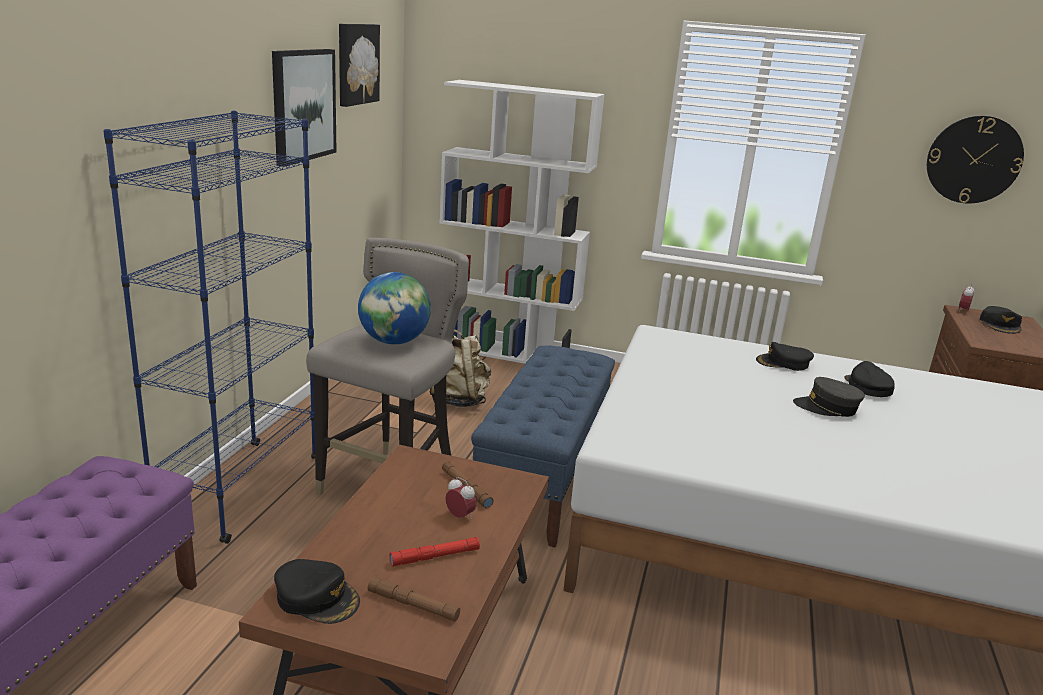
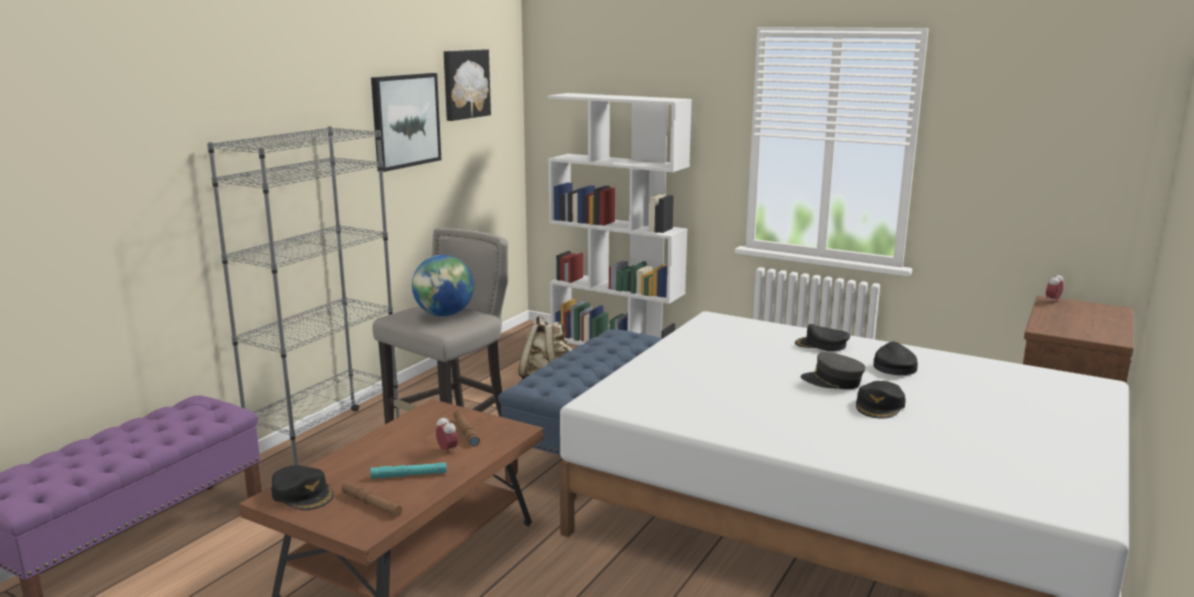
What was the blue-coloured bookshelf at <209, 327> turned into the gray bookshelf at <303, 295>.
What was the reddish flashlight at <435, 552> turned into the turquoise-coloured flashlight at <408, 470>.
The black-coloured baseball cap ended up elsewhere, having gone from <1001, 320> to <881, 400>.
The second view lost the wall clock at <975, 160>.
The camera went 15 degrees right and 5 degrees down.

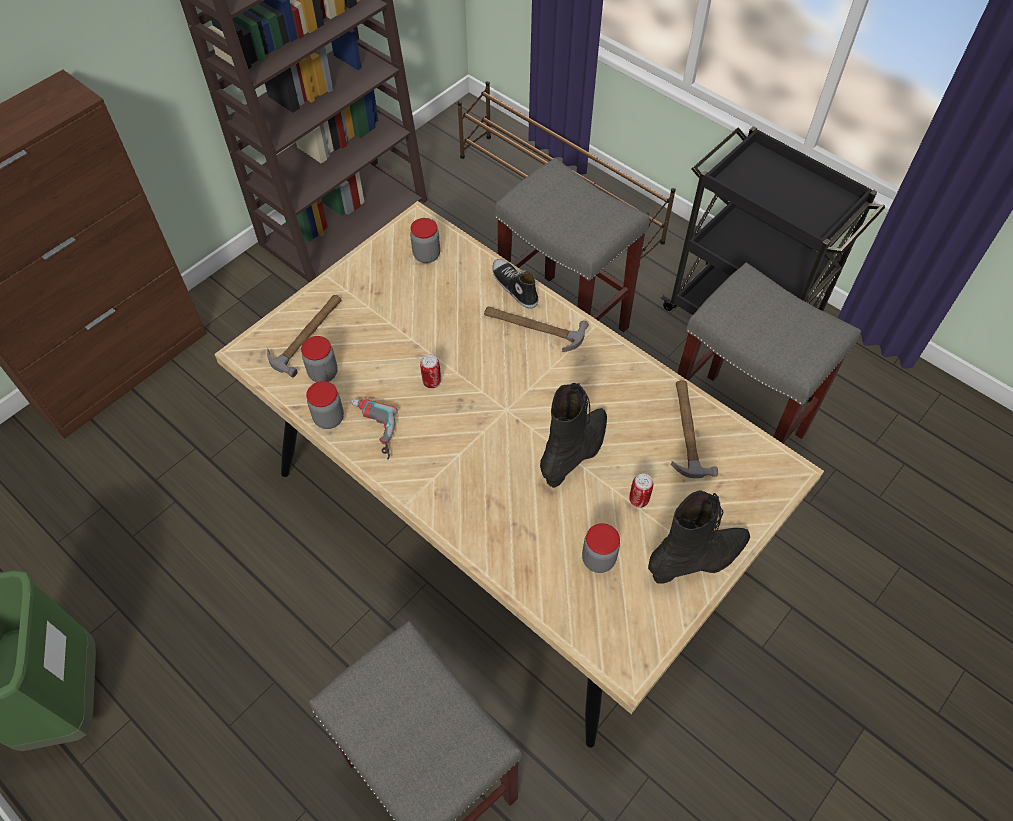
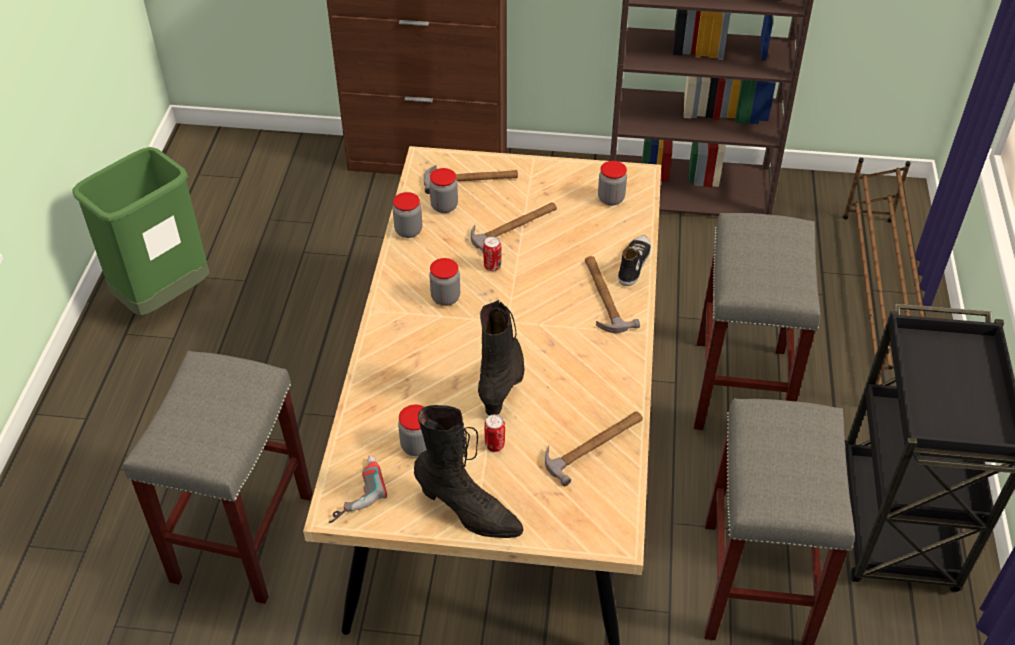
The drill ended up elsewhere, having gone from <373, 429> to <358, 489>.
The second view gained the preserve jar at <444, 282>.
The second view gained the tool hammer at <514, 227>.
The black-coloured tall boot at <573, 435> ended up facing another way, 75 degrees counterclockwise from before.
The camera went 55 degrees right and 10 degrees down.

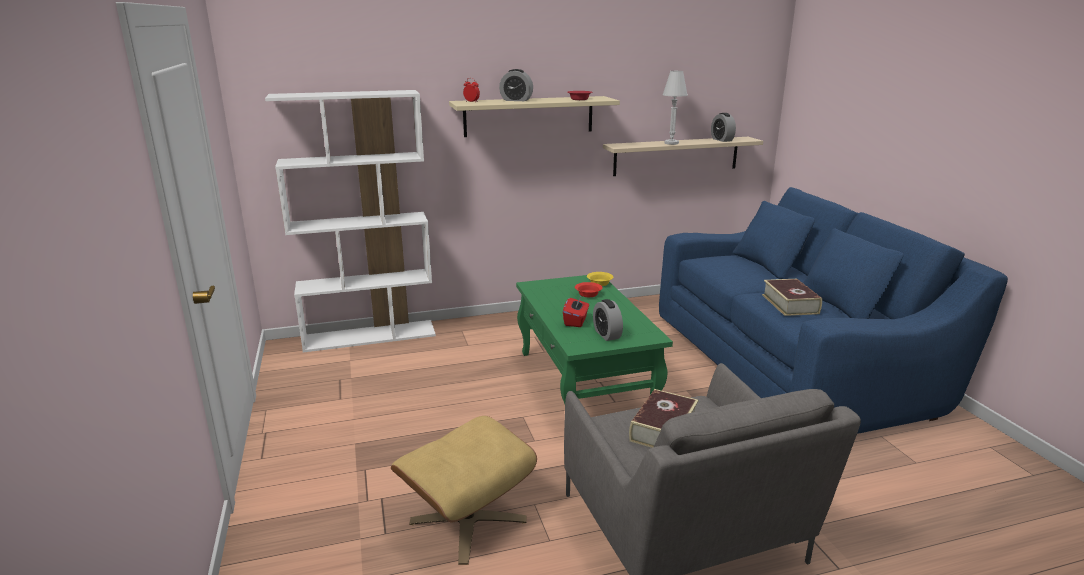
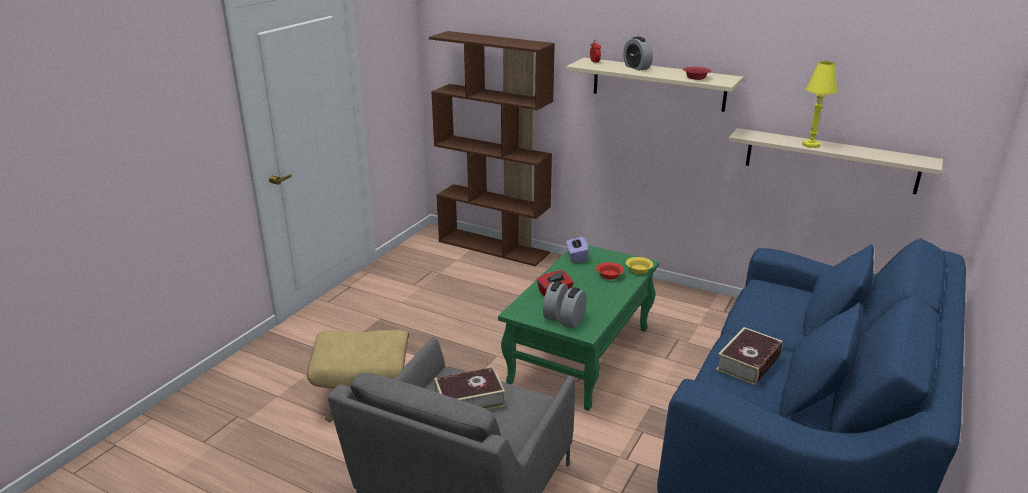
What was the white-coloured bookshelf at <350, 221> turned into the brown bookshelf at <492, 148>.
The alarm clock ended up elsewhere, having gone from <723, 127> to <573, 308>.
The second view gained the purple tissue holder at <577, 249>.
What was the white-coloured lamp for a table at <675, 108> turned into the yellow-coloured lamp for a table at <819, 104>.
The camera went 45 degrees right and 5 degrees up.

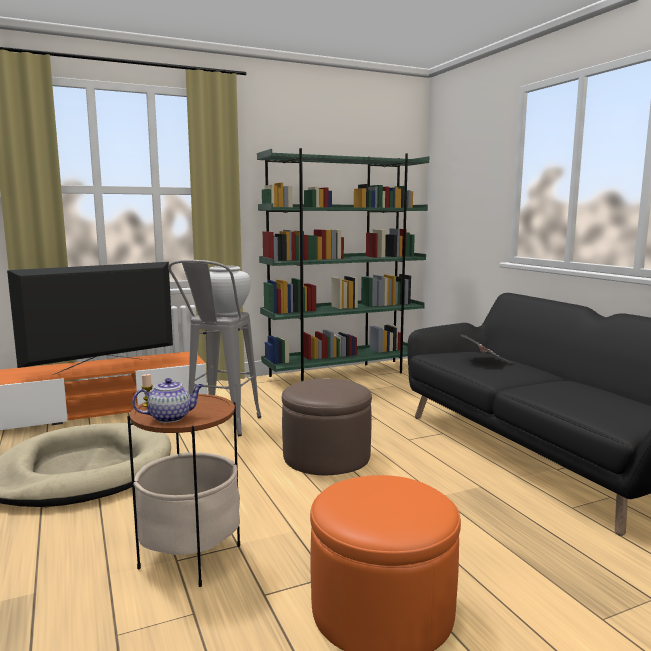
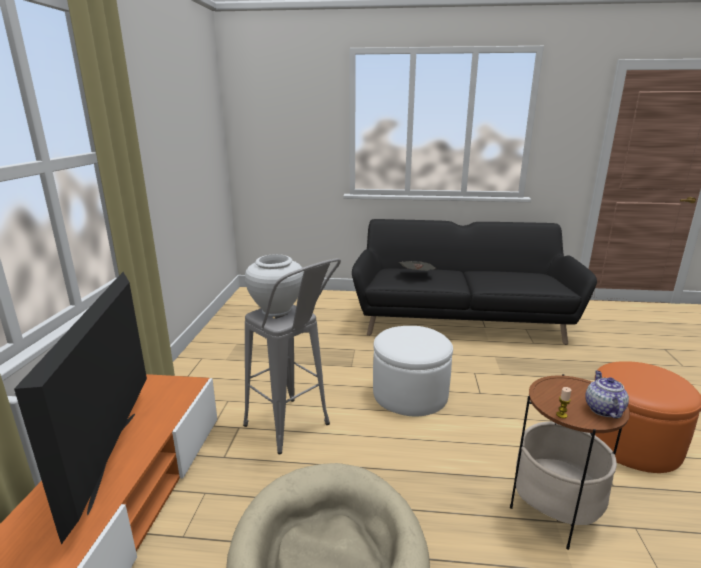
What was the brown pouffe at <327, 426> turned into the white-coloured pouffe at <413, 371>.
The second view lost the green-coloured bookshelf at <343, 264>.
The camera went 60 degrees left and 10 degrees up.

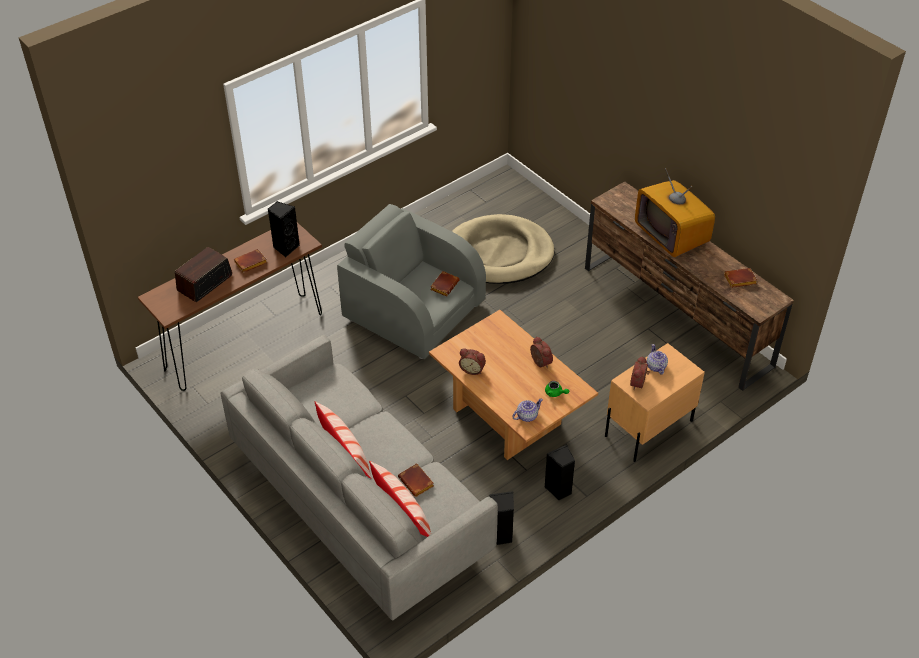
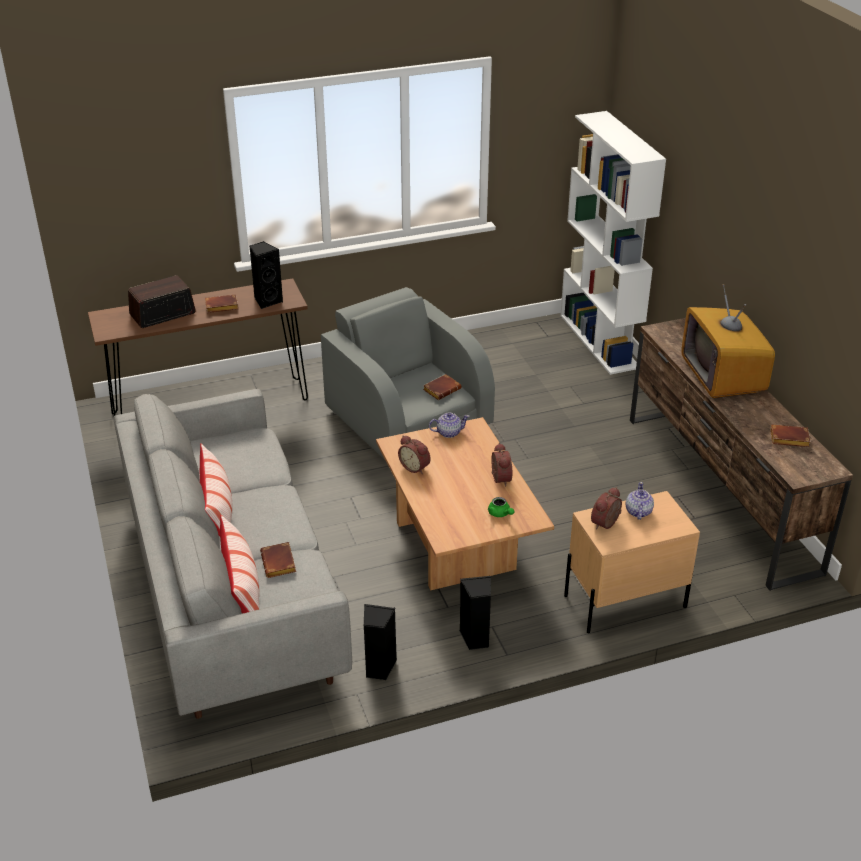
The tea pot ended up elsewhere, having gone from <527, 410> to <449, 425>.
The second view gained the white-coloured bookshelf at <613, 243>.
The second view lost the beige-coloured dog bed at <503, 249>.
The camera went 20 degrees right and 10 degrees down.

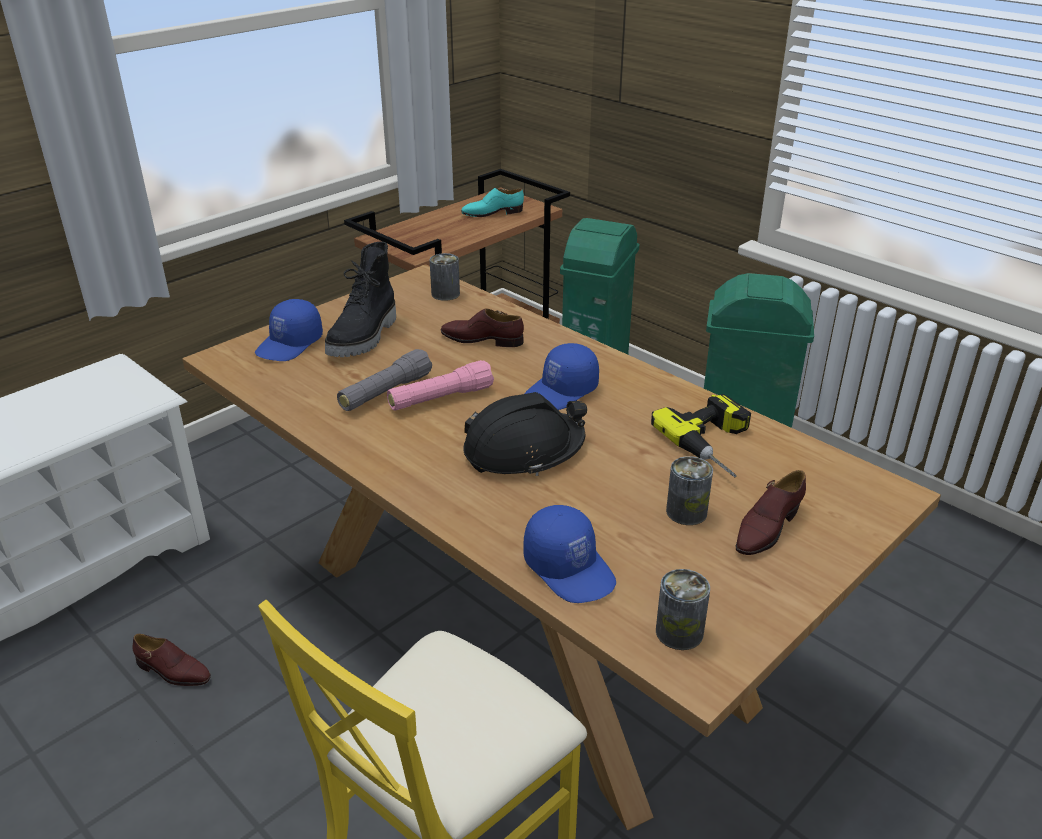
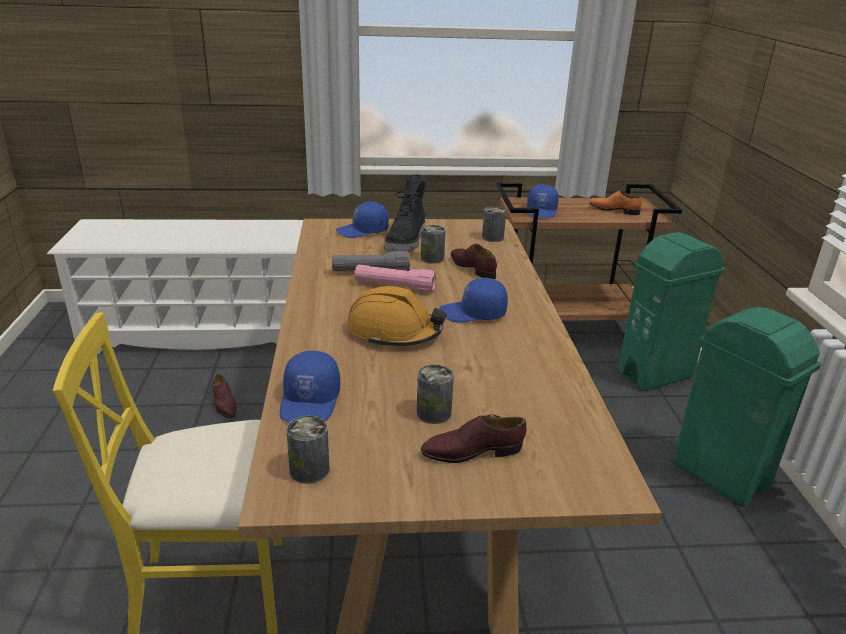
What was the black-coloured work helmet at <525, 434> turned into the orange-coloured work helmet at <397, 316>.
The black-coloured tall boot at <360, 299> ended up facing another way, 45 degrees counterclockwise from before.
The second view gained the sealed can at <433, 244>.
The second view gained the blue-coloured baseball cap at <543, 201>.
What was the turquoise-coloured shoe at <492, 202> turned into the orange-coloured shoe at <616, 203>.
The second view lost the drill at <701, 435>.
The camera went 40 degrees right and 5 degrees down.

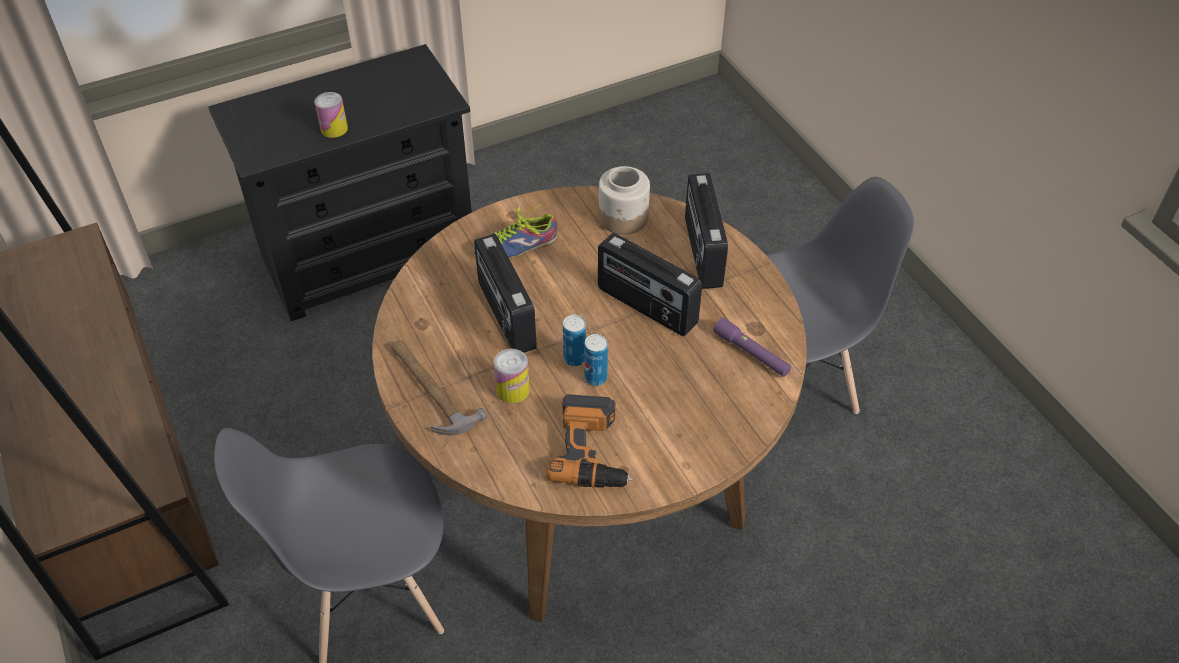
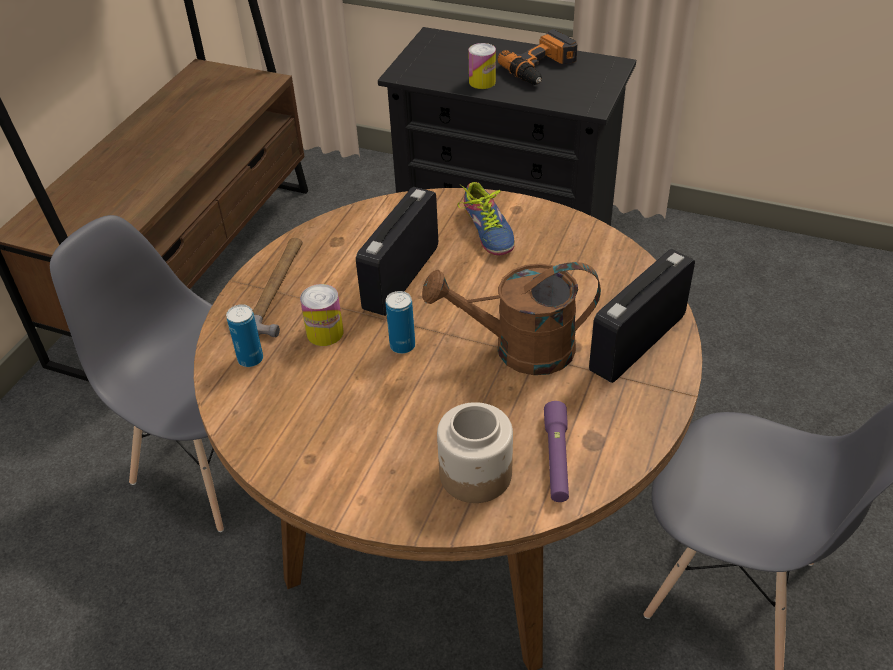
The sealed can ended up elsewhere, having gone from <596, 360> to <244, 335>.
Where the radio stood at <650, 284>, the brown watering can came to stand at <511, 318>.
The preserve jar ended up elsewhere, having gone from <624, 200> to <475, 452>.
The shoe at <515, 232> ended up facing another way, 135 degrees counterclockwise from before.
The drill ended up elsewhere, having gone from <589, 441> to <537, 57>.
The camera went 50 degrees right and 5 degrees down.

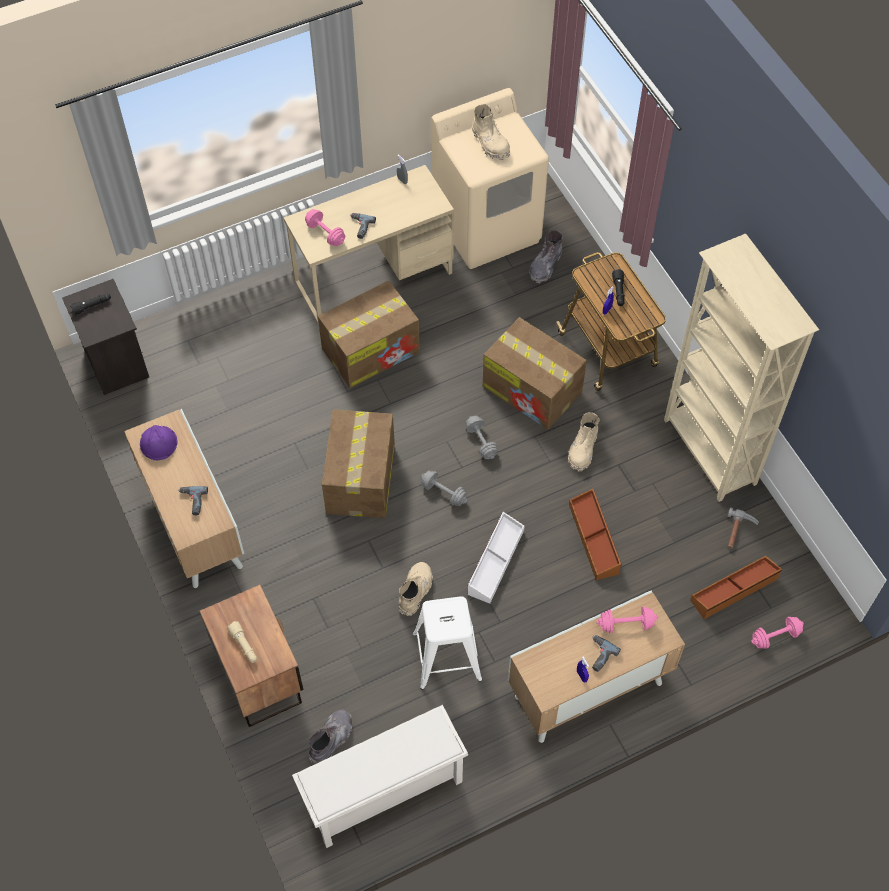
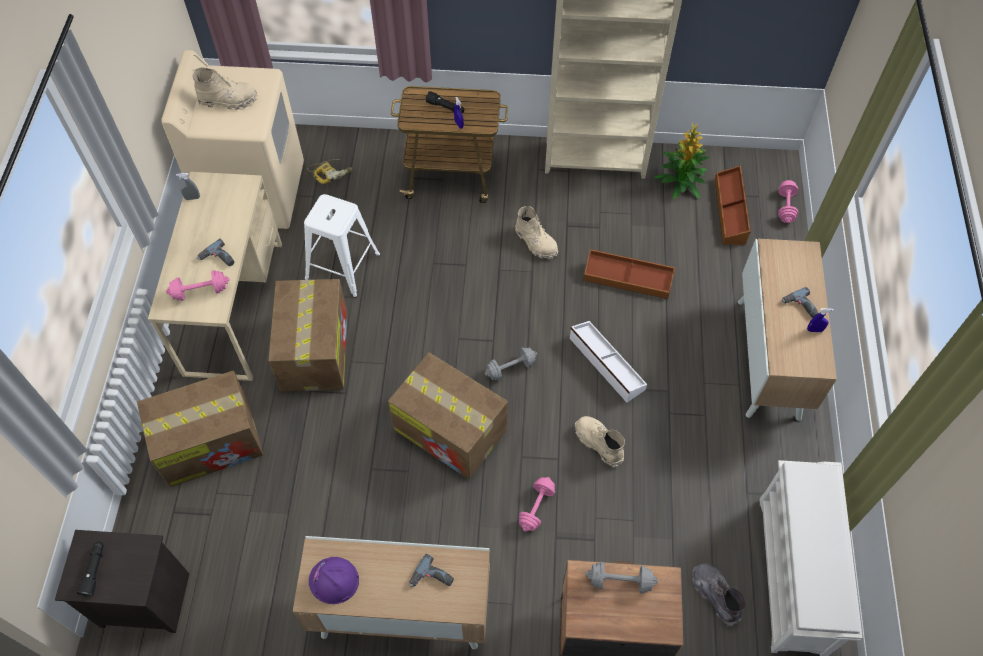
The cardboard box ended up elsewhere, having gone from <535, 373> to <200, 429>.
The white-coloured stool seat ended up elsewhere, having gone from <447, 642> to <342, 246>.
Where the gray tall boot stood at <546, 256>, the drill came to stand at <330, 171>.
The pink-coloured hand weight ended up elsewhere, having gone from <627, 620> to <537, 504>.
The gray hand weight ended up elsewhere, having gone from <482, 437> to <621, 578>.
Where the tool hammer stood at <743, 528>, the potted plant came to stand at <682, 160>.
The second view lost the beige-coloured flashlight at <242, 642>.
The camera went 60 degrees left and 0 degrees up.

